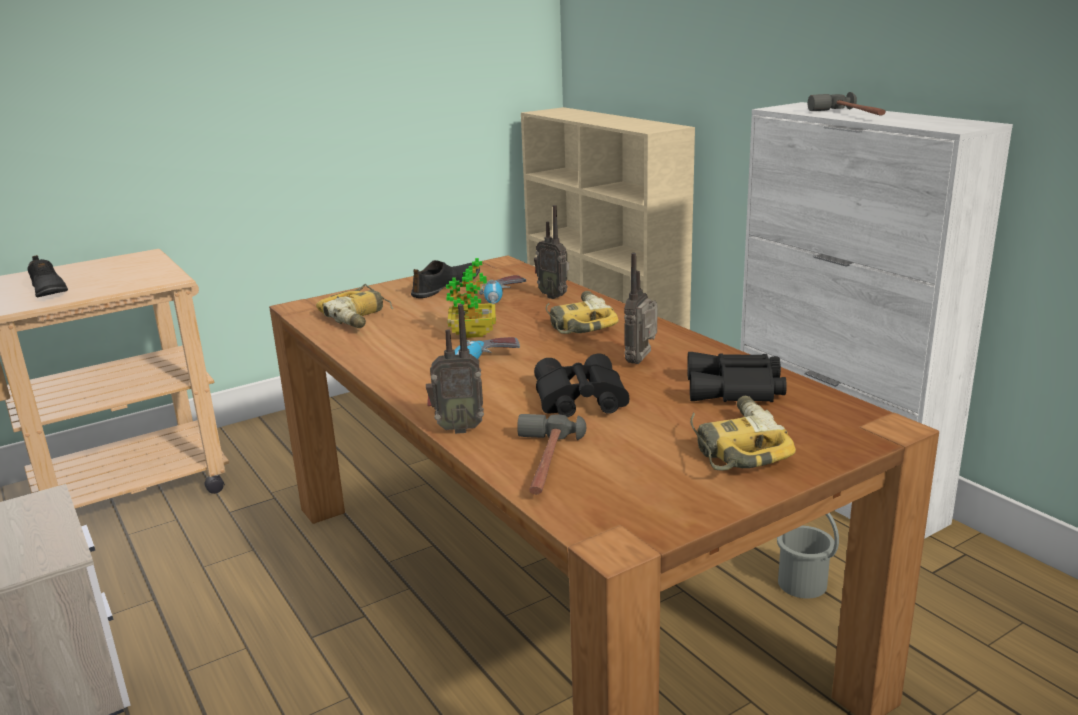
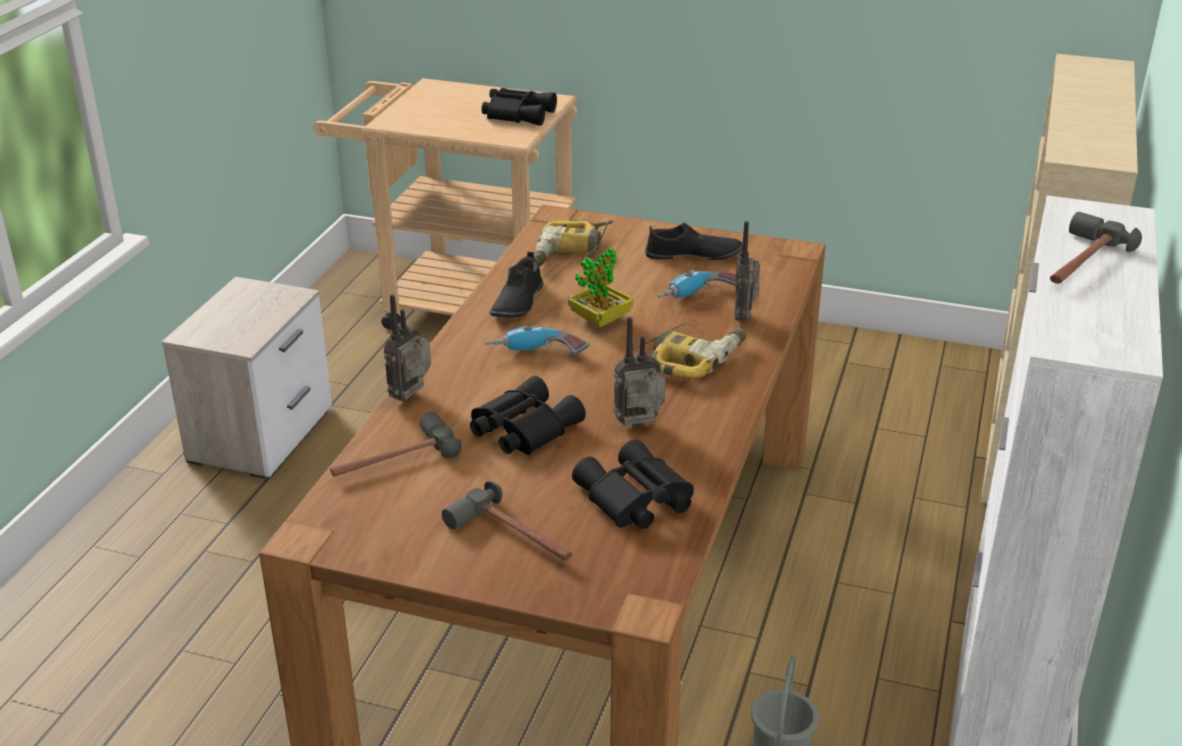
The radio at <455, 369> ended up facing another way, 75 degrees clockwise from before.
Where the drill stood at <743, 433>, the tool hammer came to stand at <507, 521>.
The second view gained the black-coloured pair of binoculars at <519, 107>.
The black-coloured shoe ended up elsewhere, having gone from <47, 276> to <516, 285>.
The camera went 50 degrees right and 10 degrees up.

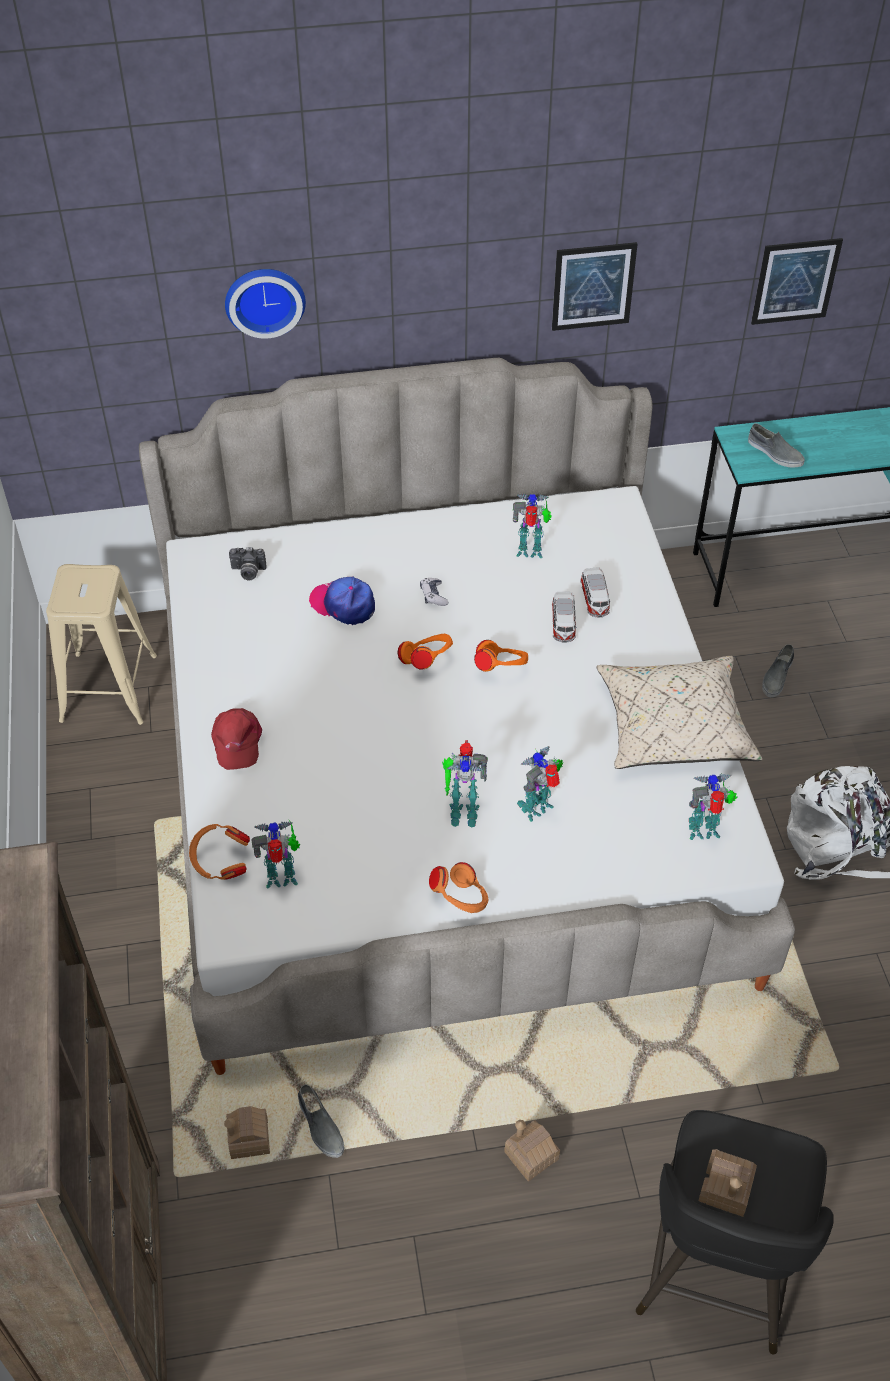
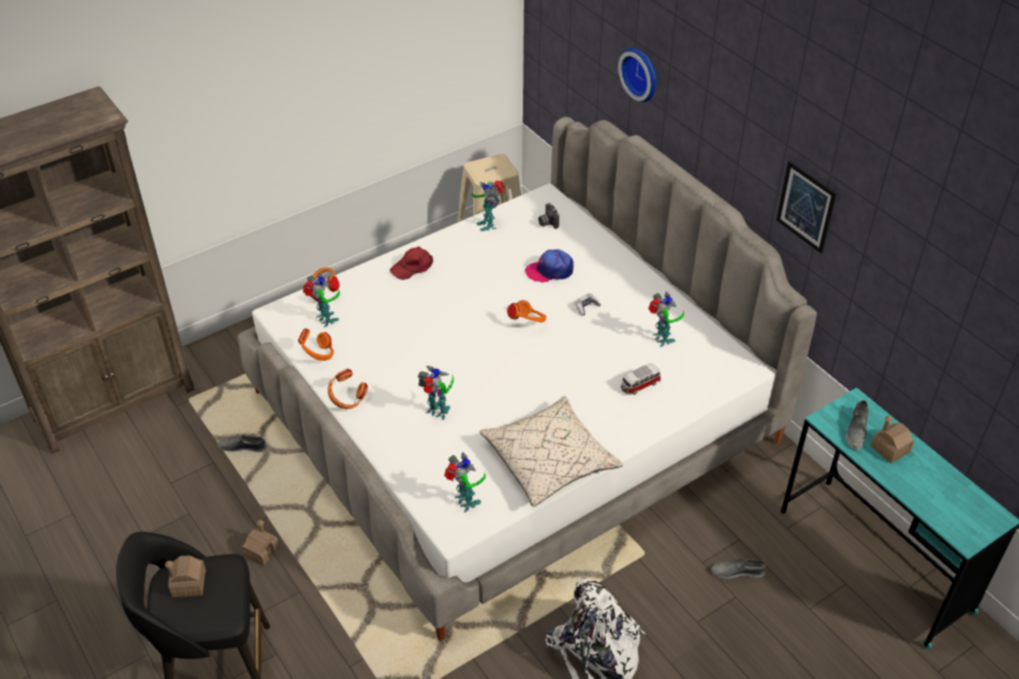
The gray shoe at <321, 1121> ended up facing another way, 60 degrees clockwise from before.
The orange-coloured headphones ended up elsewhere, having gone from <501, 656> to <316, 344>.
The model robot ended up elsewhere, having gone from <465, 784> to <488, 205>.
The baseball cap at <342, 600> ended up facing another way, 105 degrees counterclockwise from before.
The model house ended up elsewhere, having gone from <247, 1132> to <893, 439>.
The second view lost the model car at <564, 617>.
The second view lost the wall art at <797, 281>.
The camera went 65 degrees right and 5 degrees down.

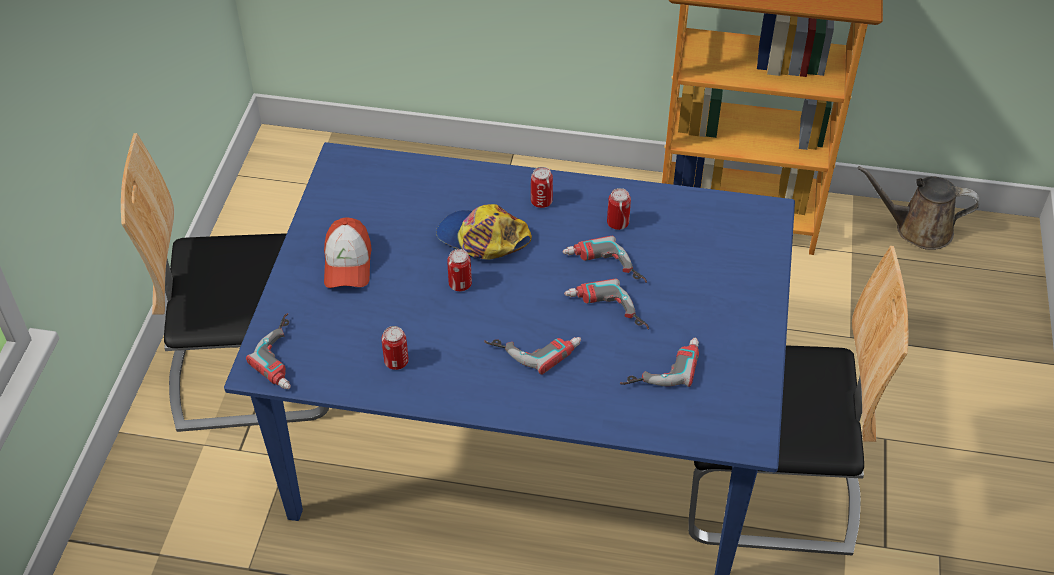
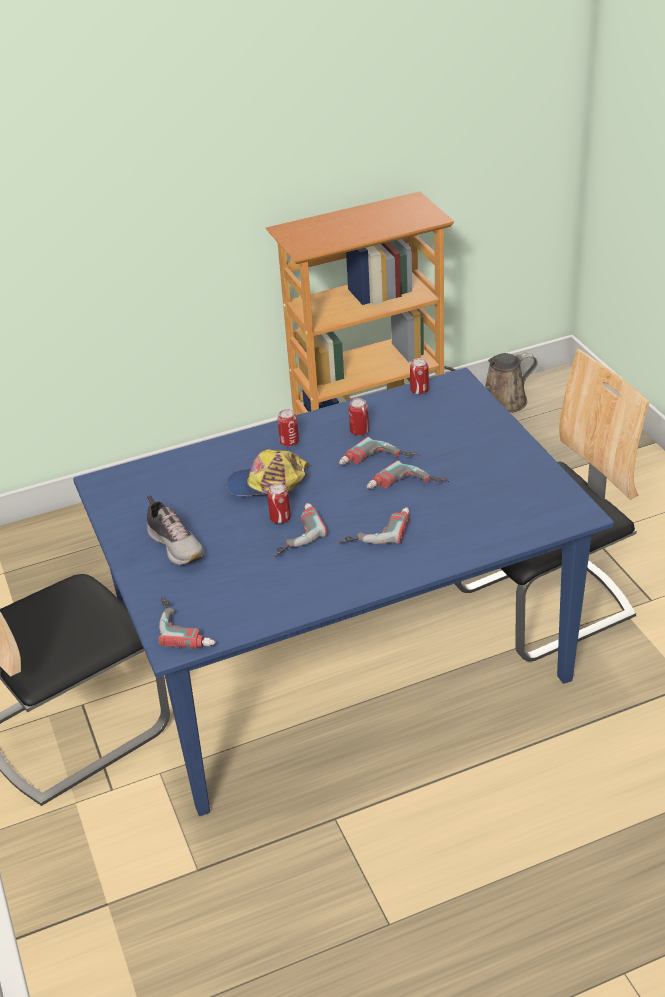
Where the baseball cap stood at <348, 252>, the shoe came to stand at <175, 530>.
The drill ended up elsewhere, having gone from <659, 362> to <300, 530>.
The sealed can ended up elsewhere, having gone from <395, 348> to <419, 376>.
The camera went 30 degrees left and 10 degrees down.

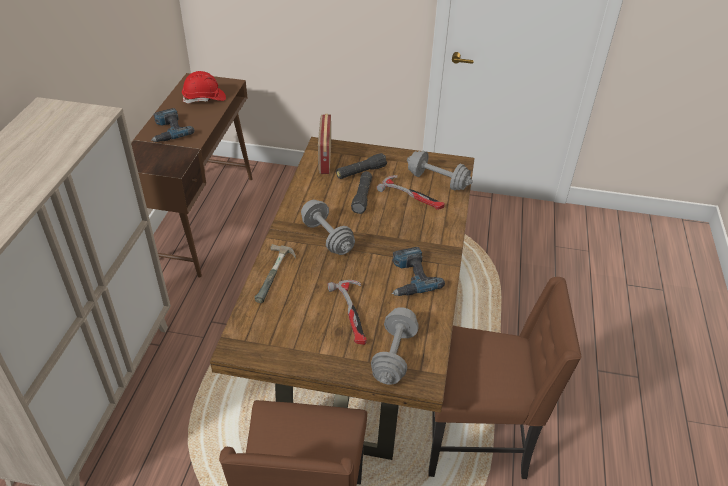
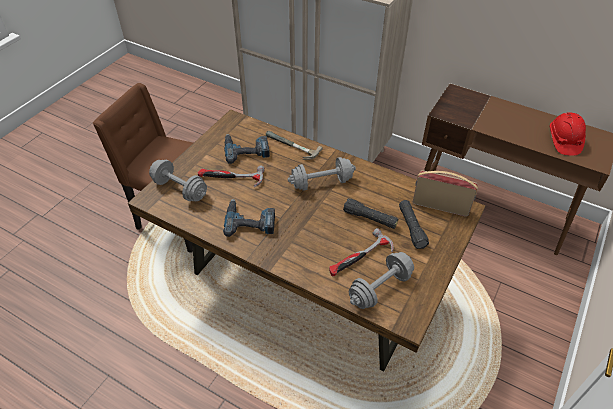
The drill ended up elsewhere, having gone from <173, 125> to <247, 149>.
The second view lost the brown upright chair at <505, 378>.
The camera went 110 degrees right and 5 degrees up.

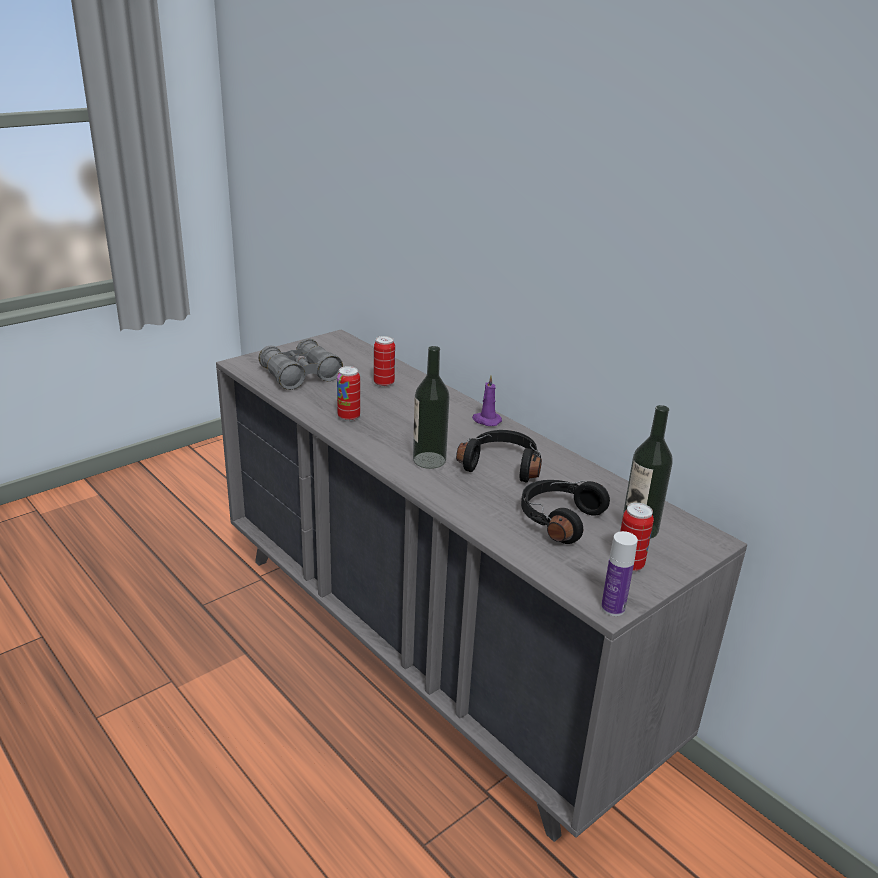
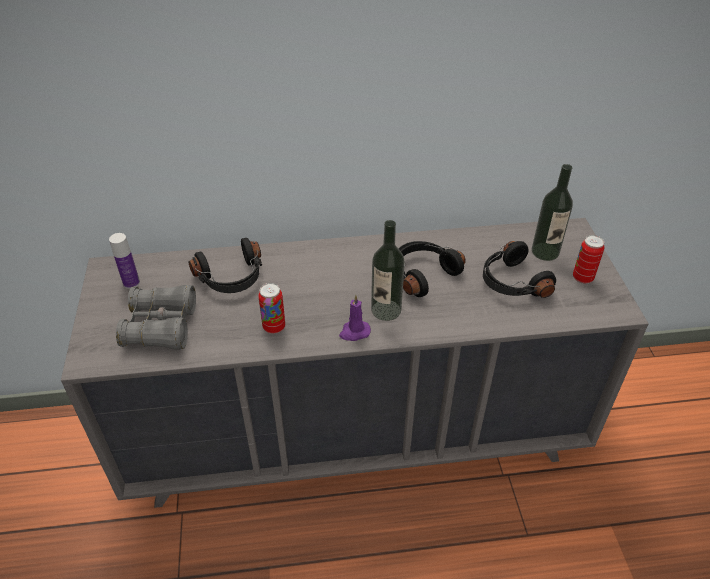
The beverage bottle ended up elsewhere, having gone from <619, 573> to <124, 261>.
Where the sealed can stood at <384, 361>, the black-coloured headphones came to stand at <225, 265>.
The purple wax candle ended up elsewhere, having gone from <487, 400> to <355, 318>.
The camera went 55 degrees left and 15 degrees up.

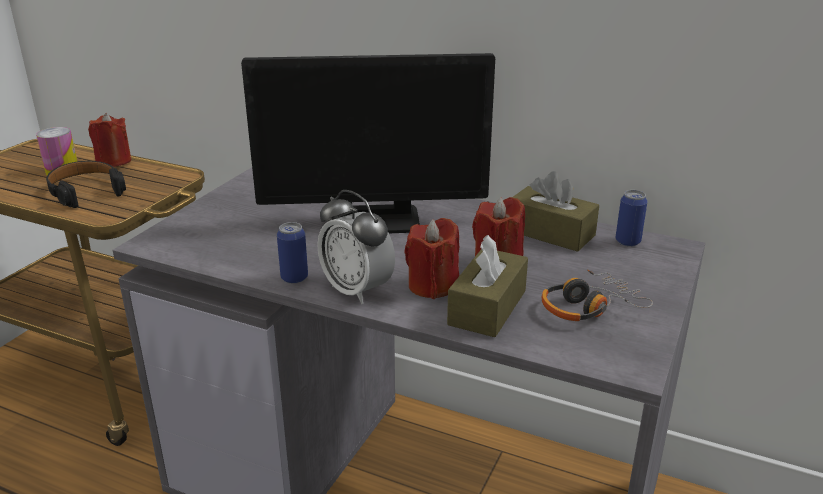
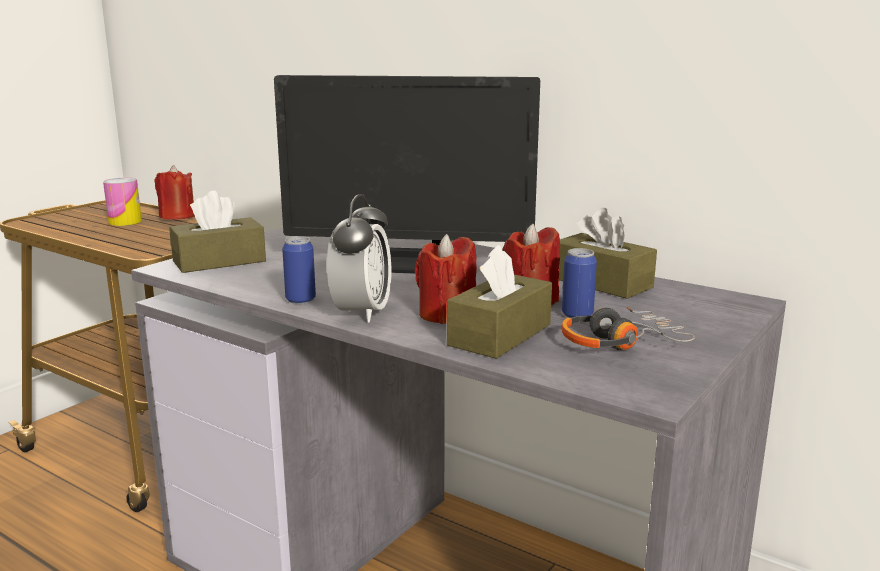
The second view gained the brown tissue holder at <217, 232>.
The alarm clock at <356, 247> ended up facing another way, 135 degrees counterclockwise from before.
The sealed can ended up elsewhere, having gone from <631, 218> to <579, 283>.
The second view lost the black-coloured headphones at <86, 184>.
The camera went 10 degrees right and 10 degrees down.

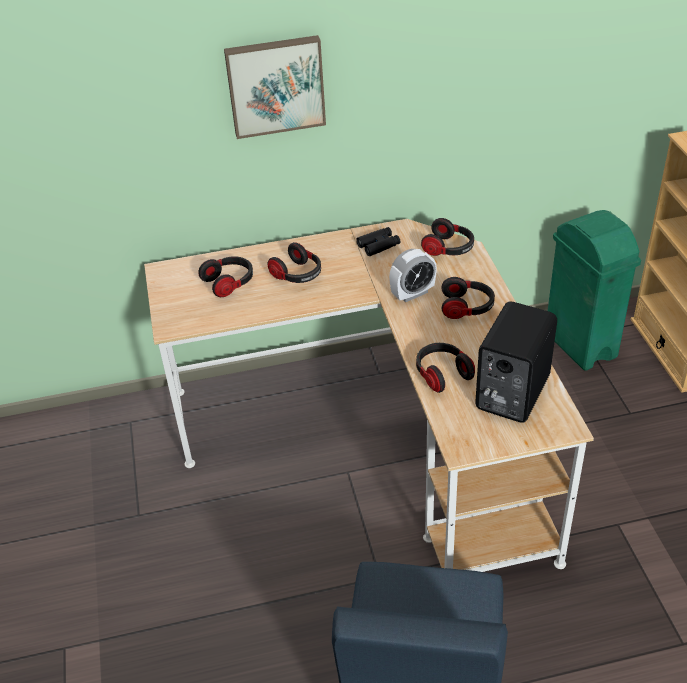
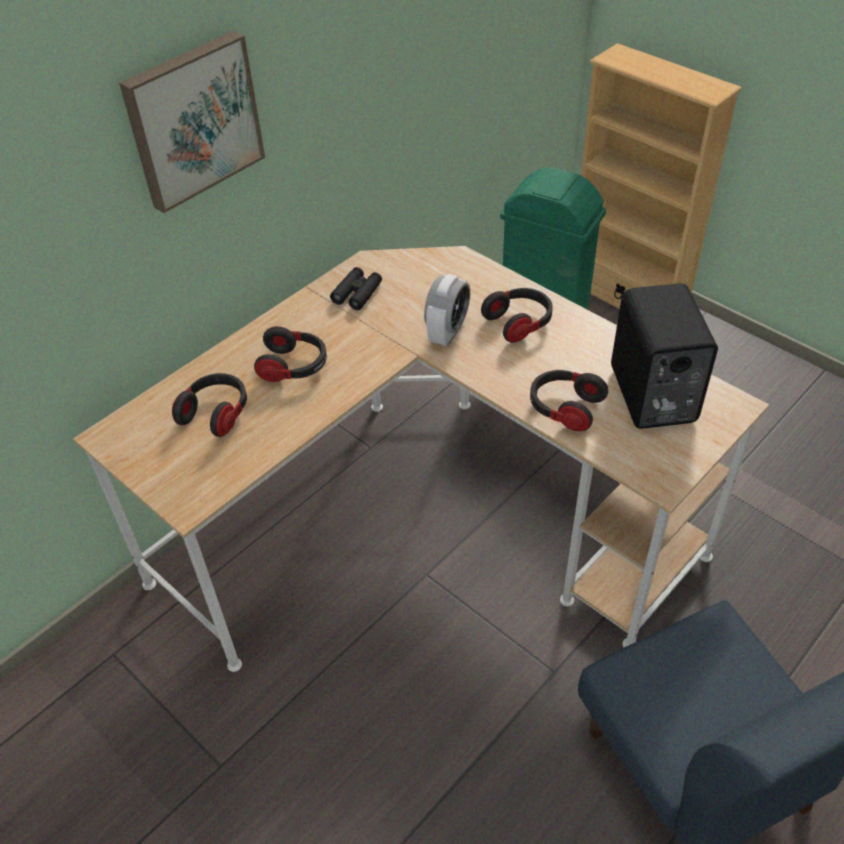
The second view lost the headphones at <447, 237>.
The camera went 35 degrees left and 5 degrees up.

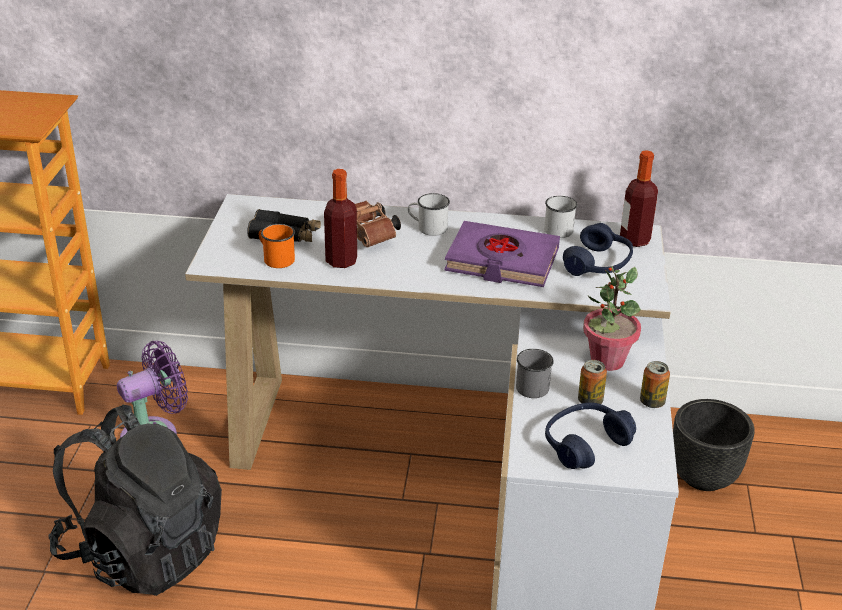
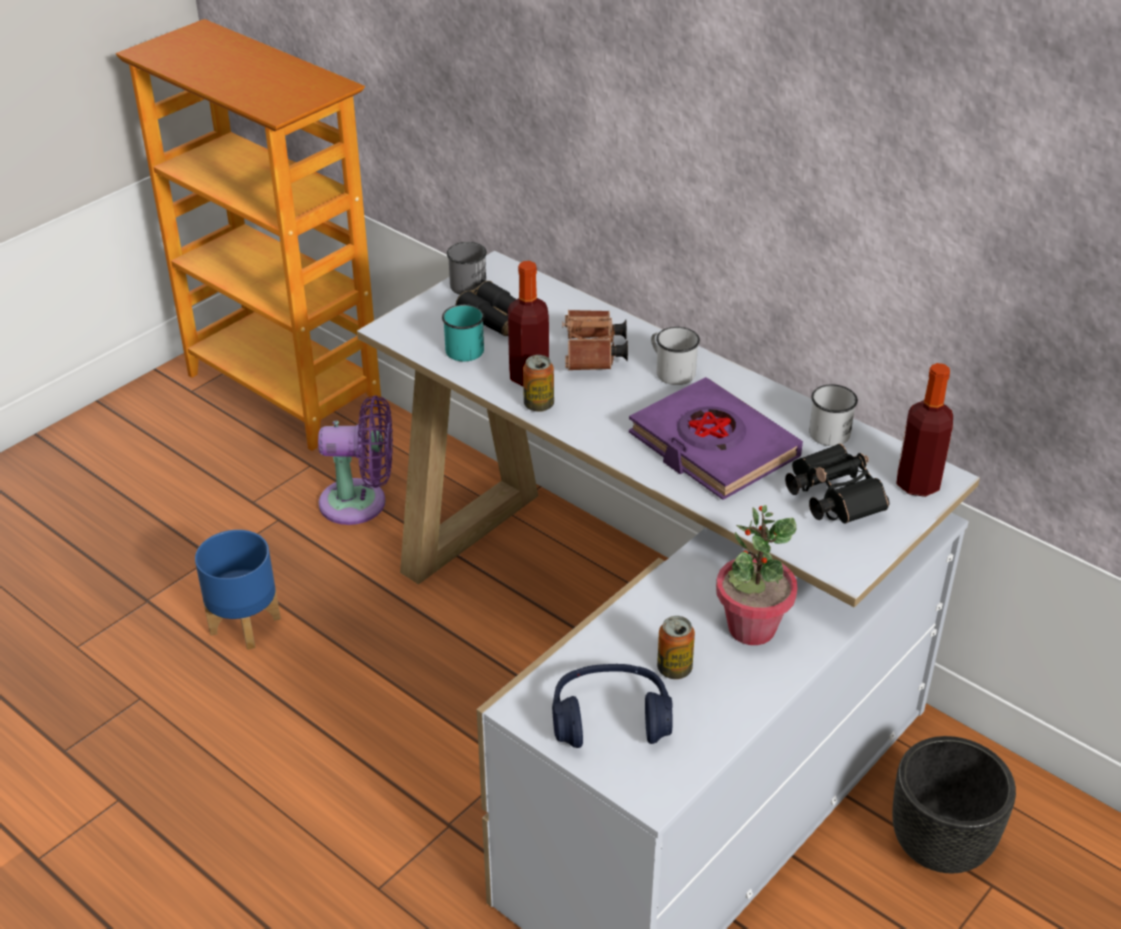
Where the black-coloured rucksack stood at <135, 500>, the blue-coloured plant pot came to stand at <238, 590>.
What was the orange-coloured tea mug at <277, 246> turned into the turquoise-coloured tea mug at <463, 332>.
The gray tea mug ended up elsewhere, having gone from <535, 373> to <467, 268>.
The sealed can ended up elsewhere, having gone from <655, 384> to <538, 383>.
Where the blue-coloured headphones stood at <598, 249>, the black-coloured pair of binoculars came to stand at <837, 484>.
The camera went 35 degrees right and 5 degrees up.

